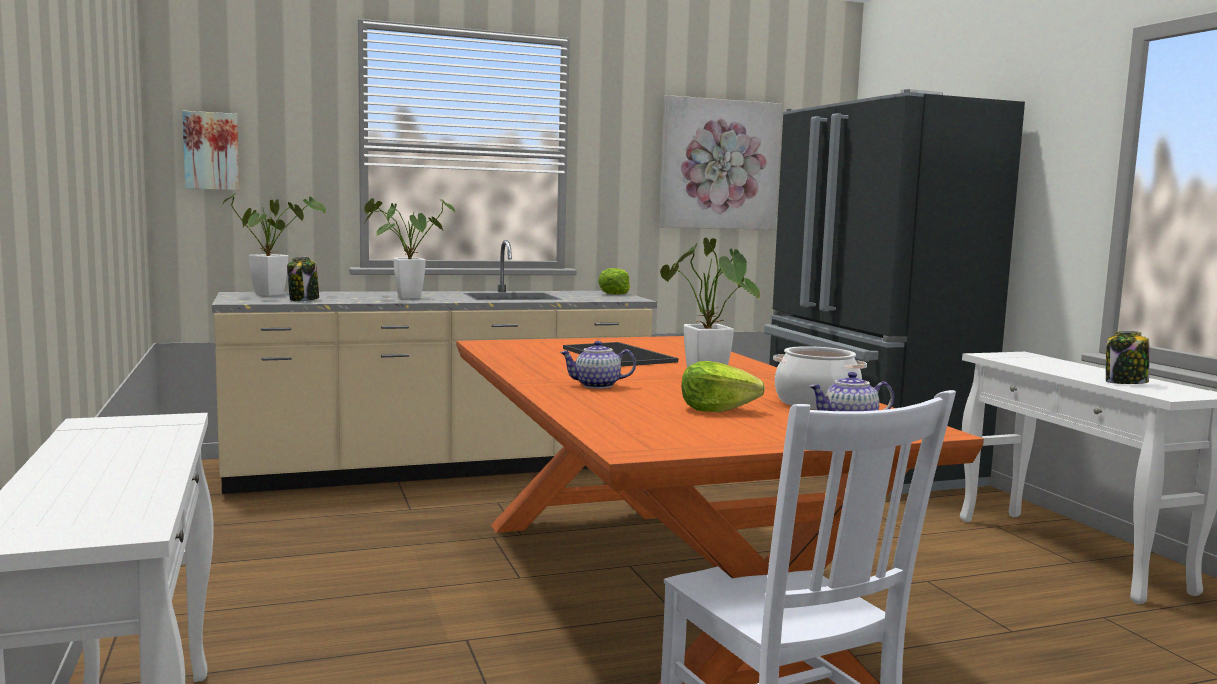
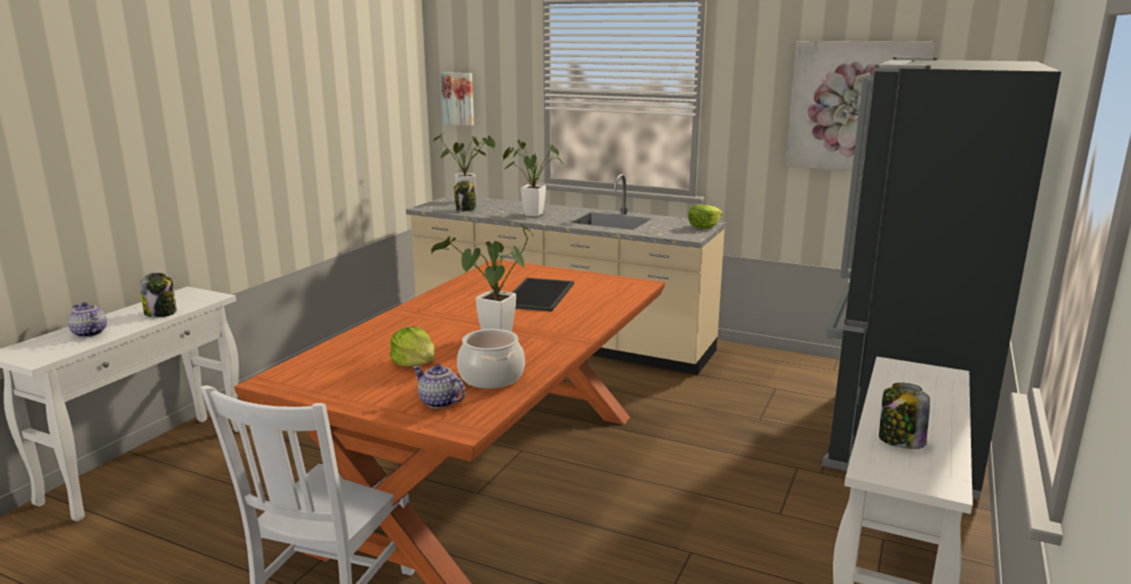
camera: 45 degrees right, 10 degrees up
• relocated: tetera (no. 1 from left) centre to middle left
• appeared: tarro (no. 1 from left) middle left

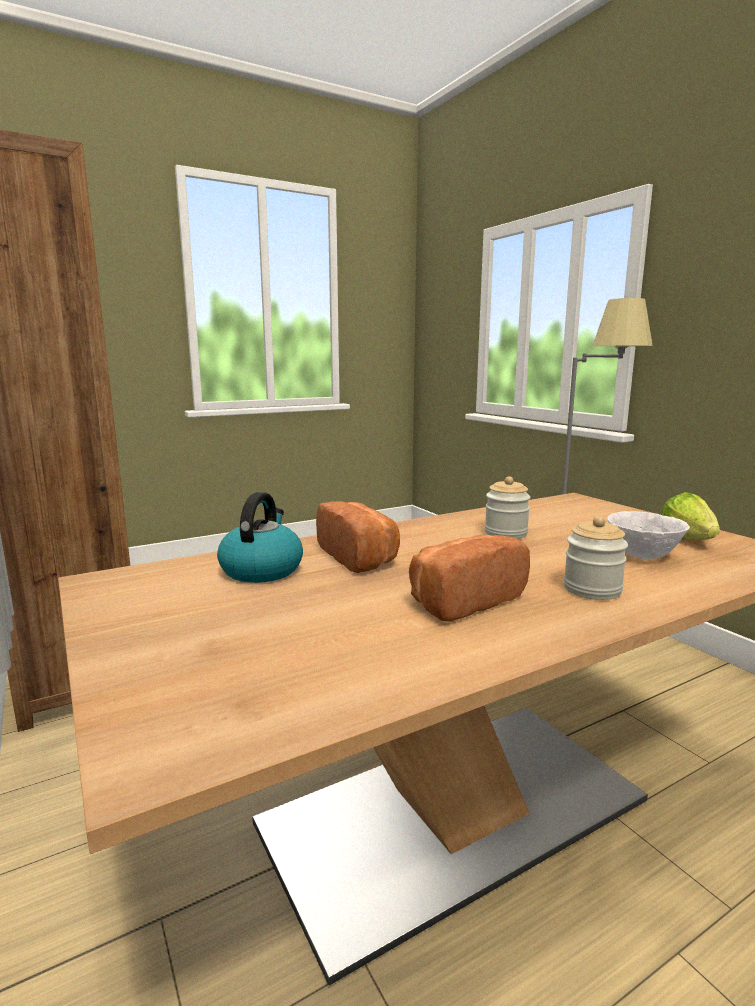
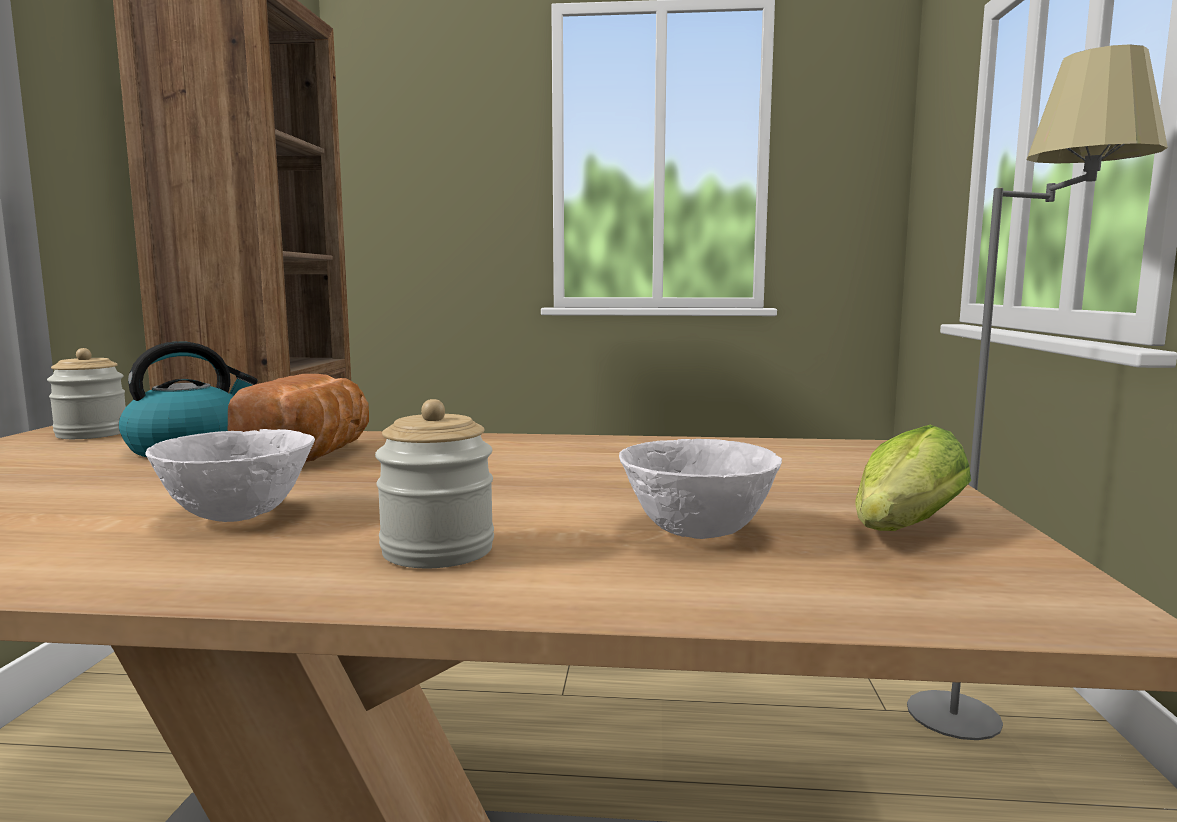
camera: 35 degrees right, 5 degrees down
• exchanged: pan (no. 2 from left) centre to cuenco (blanco) (no. 1 from left) middle left
• relocated: tarro (no. 1 from left) middle right to middle left

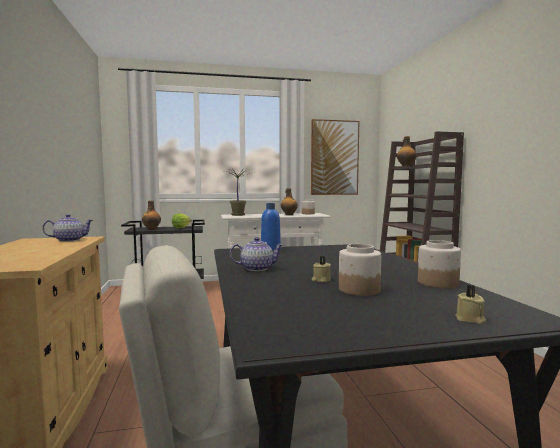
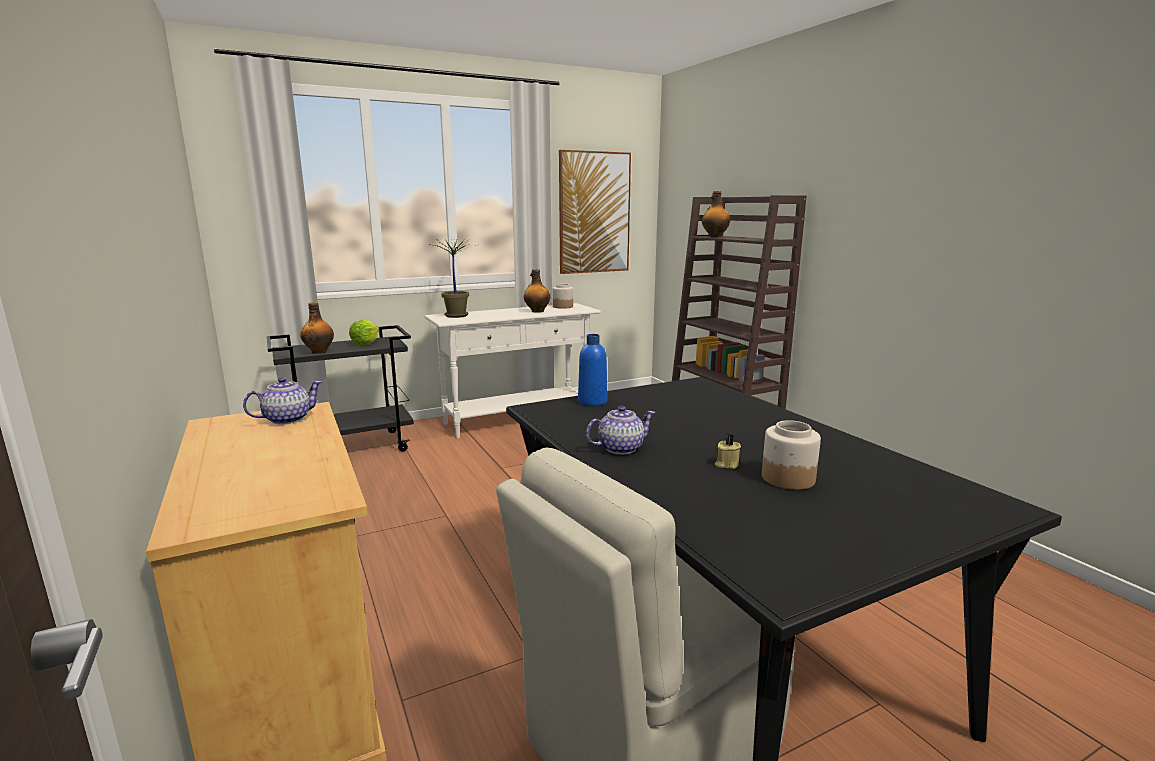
camera: 15 degrees left, 10 degrees up
• missing: tarro (no. 3 from left) middle right
• missing: vela (beis) (no. 2 from left) bottom right

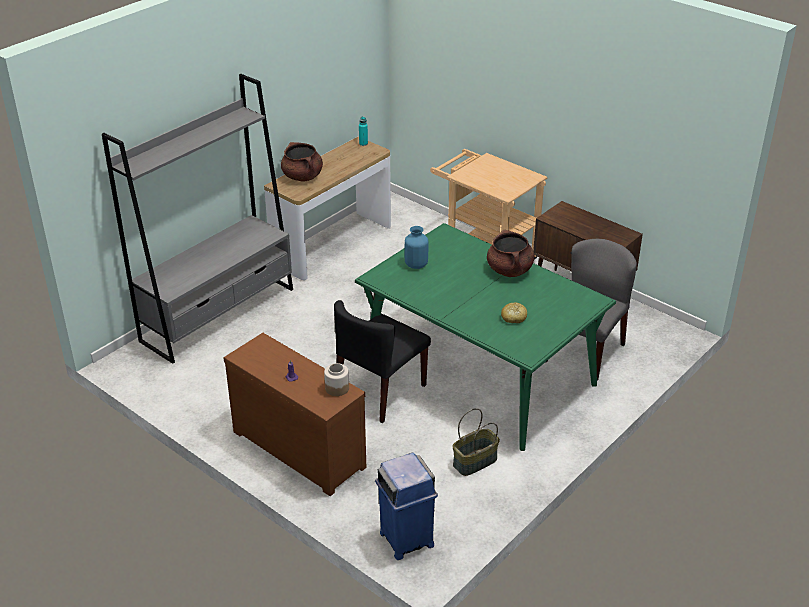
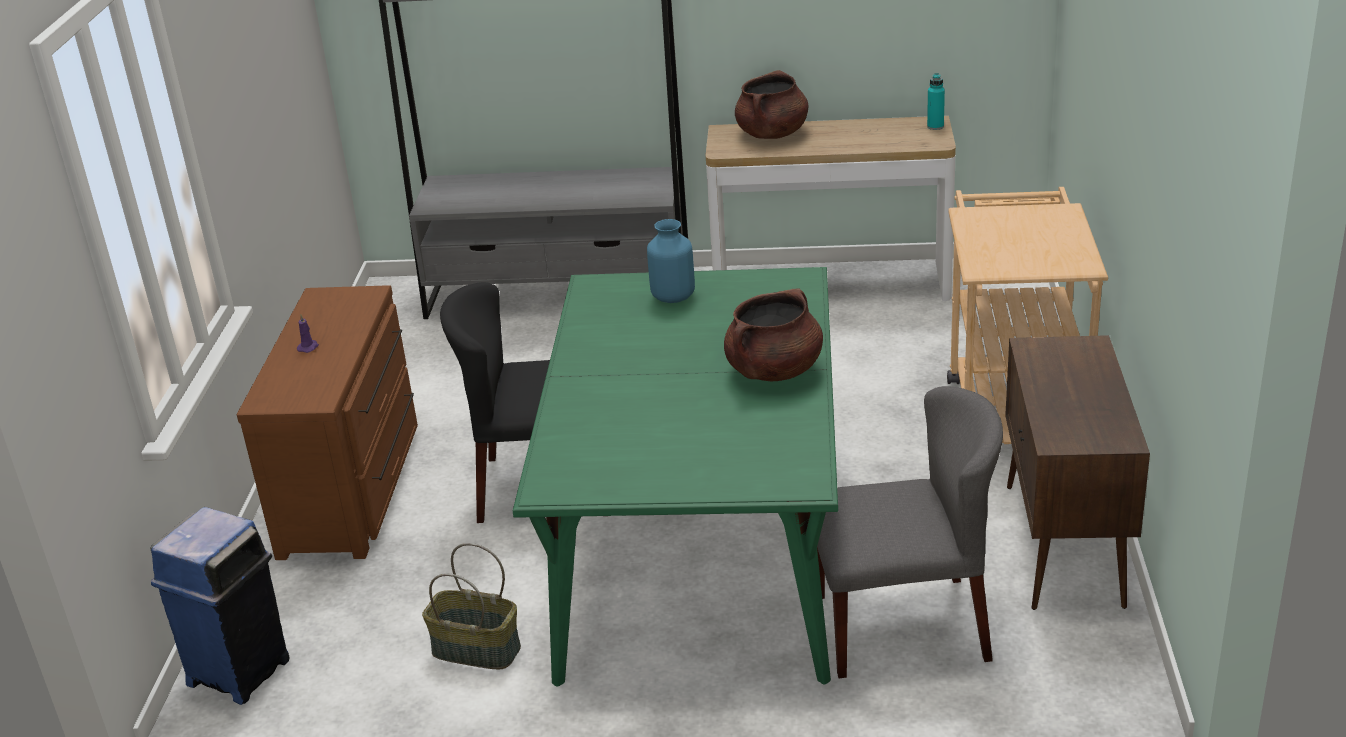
camera: 55 degrees right, 5 degrees down
• missing: tarro centre
• missing: pan centre

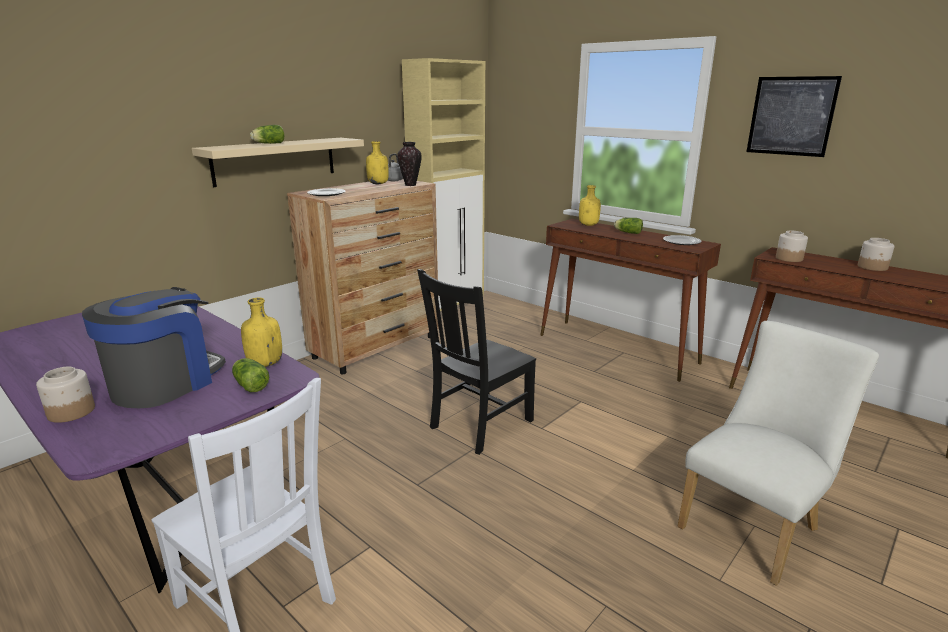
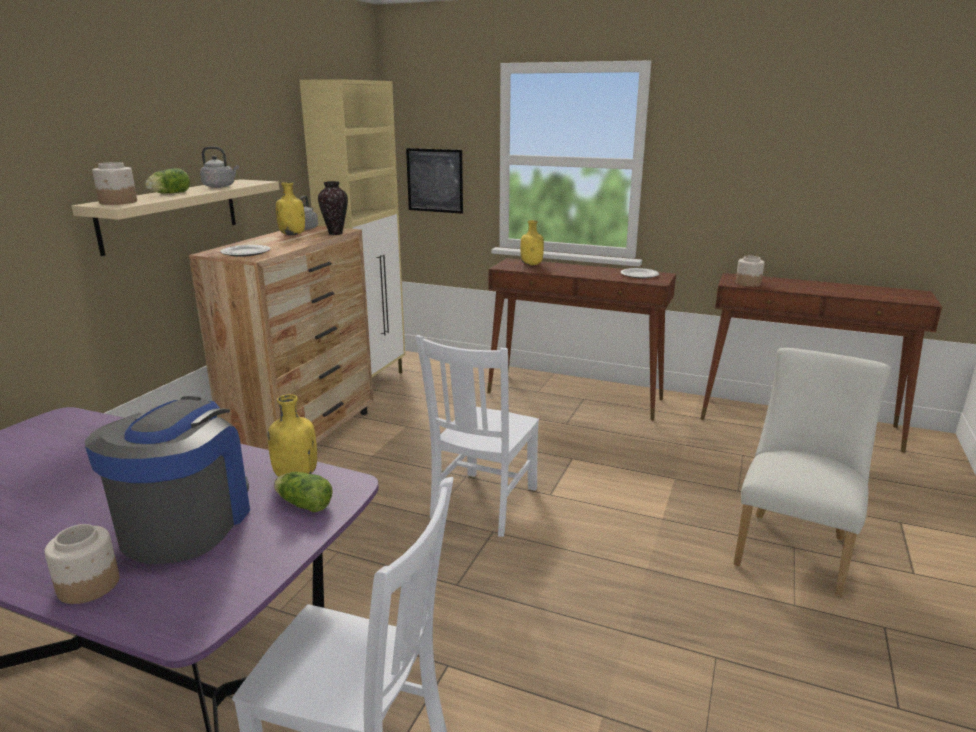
camera: 20 degrees left, 0 degrees up
• colour: silla (negro) centre to silla (blanco) (no. 2 from left) centre
• missing: lechuga (no. 3 from left) centre
• relocated: cuadro top right to top centre
• relocated: tarro (no. 3 from left in the first image) middle right to tarro (no. 2 from left) top left
• appeared: hervidor (gris) (no. 1 from left) top left

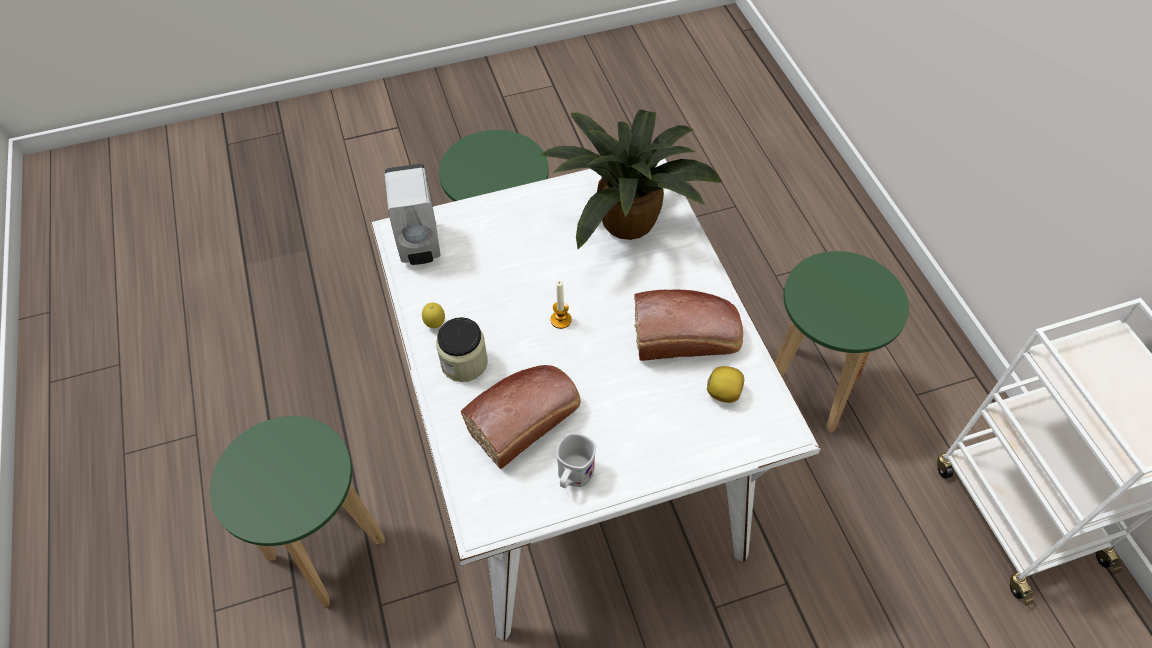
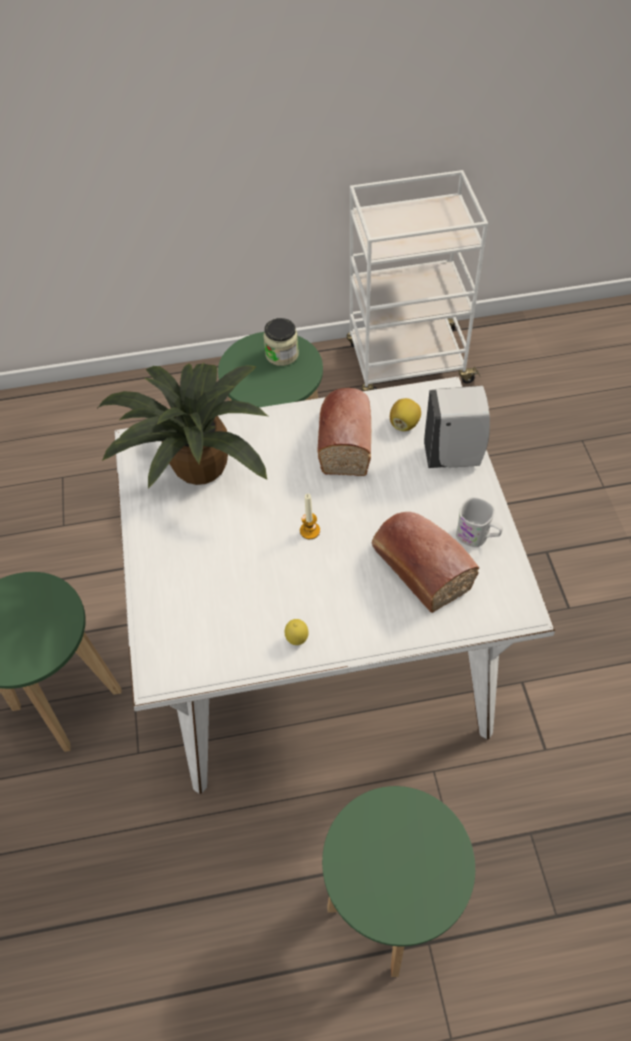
camera: 80 degrees left, 0 degrees up
• relocated: dispensador de jabón (blanco) top centre to middle right
• relocated: tarro centre to top centre

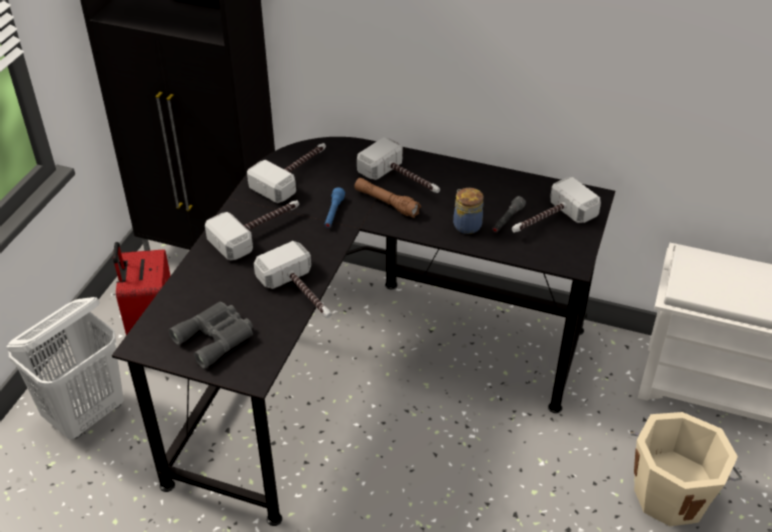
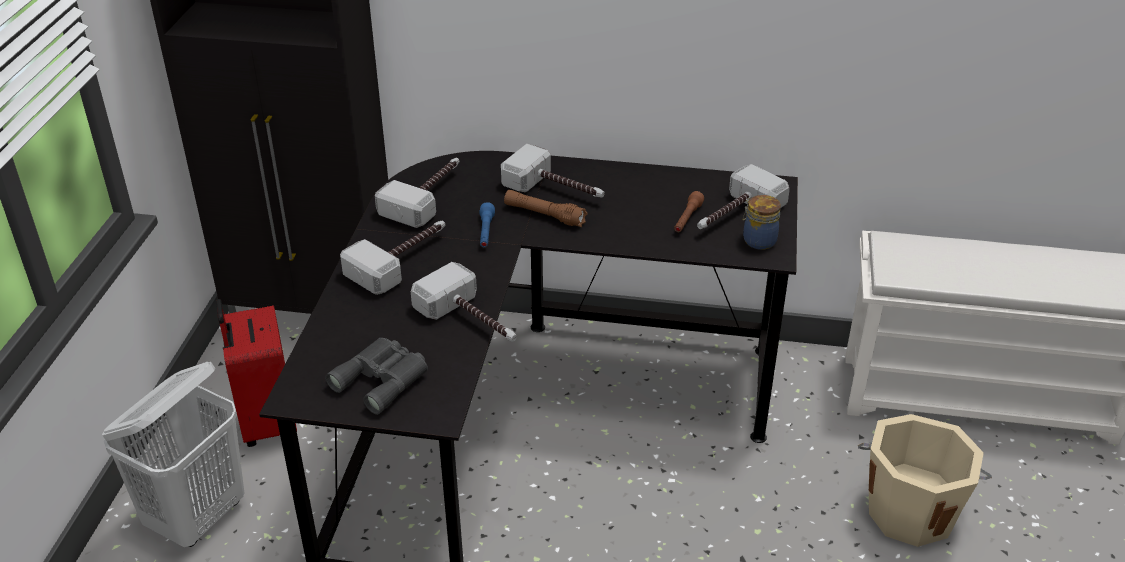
camera: 10 degrees left, 5 degrees down
• relocated: tarro centre to middle right
• colour: linterna (gris) centre to linterna (marrón) (no. 2 from left) centre

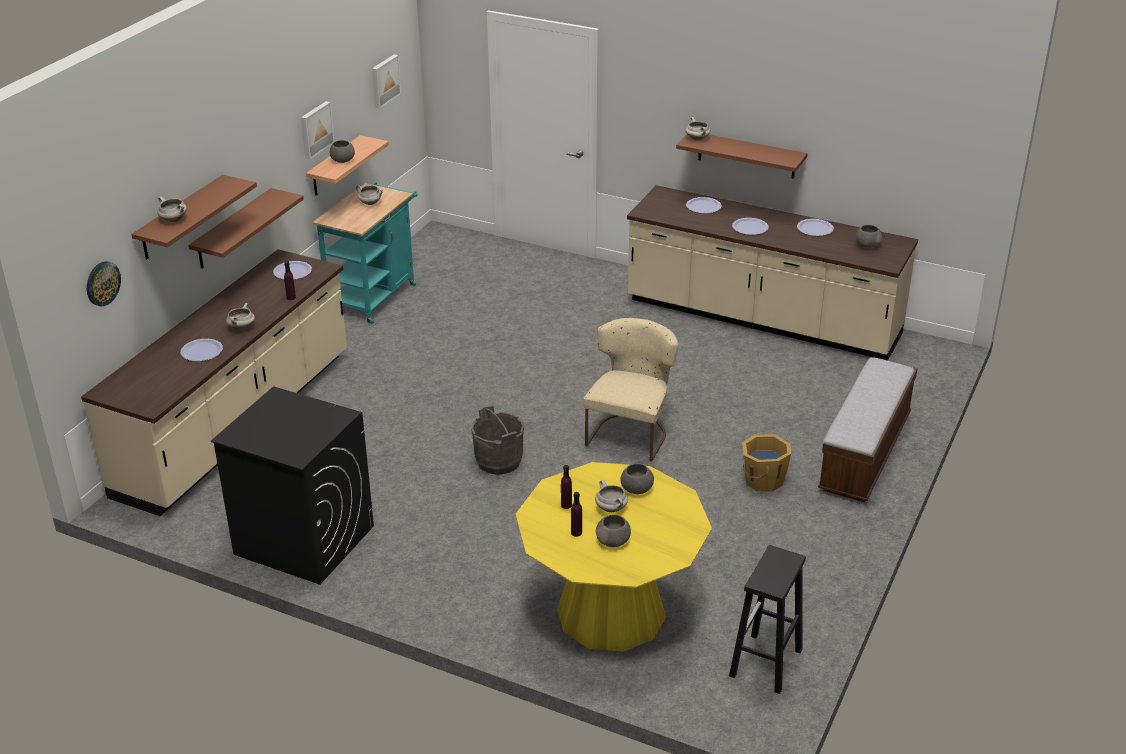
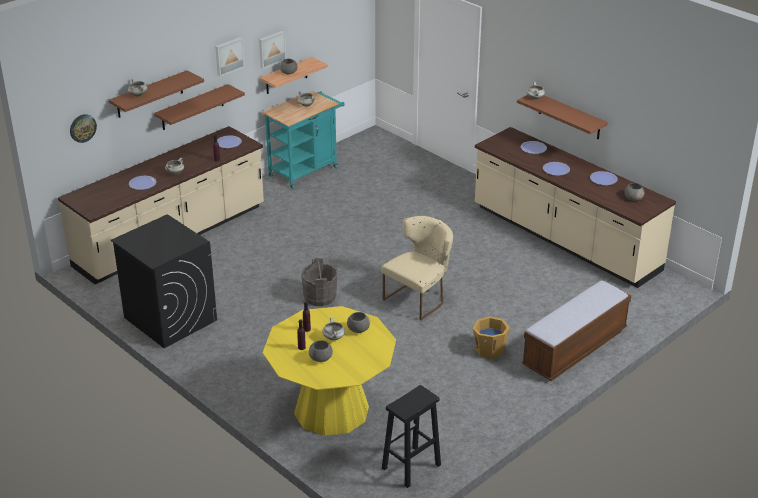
camera: 20 degrees right, 0 degrees up
• relocated: cuadro (no. 2 from left in the first image) top centre to cuadro (no. 1 from left) top left

